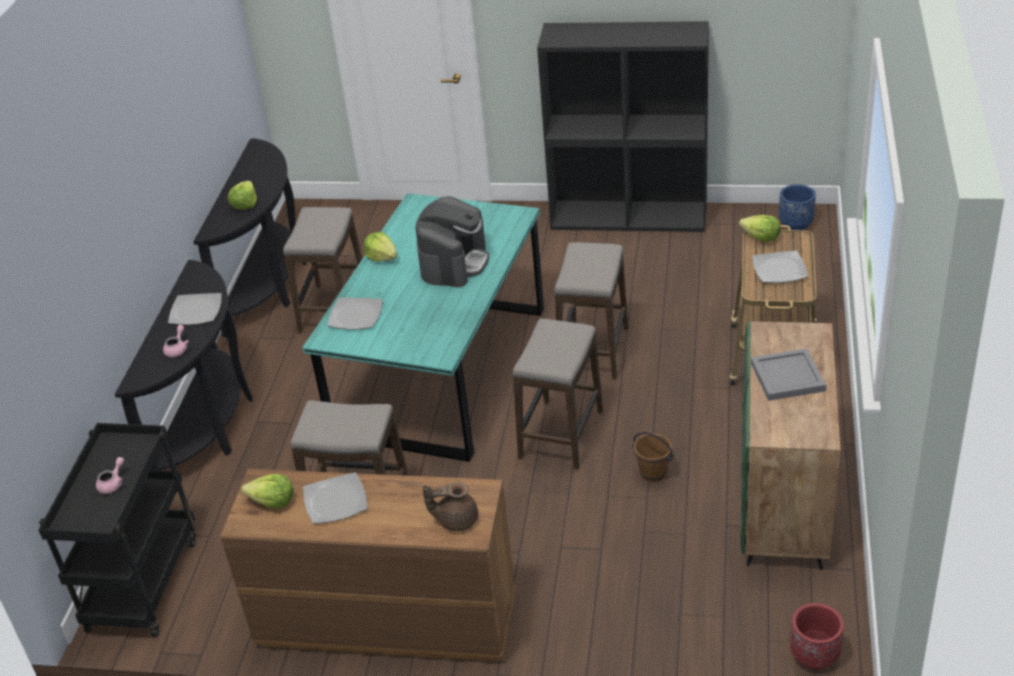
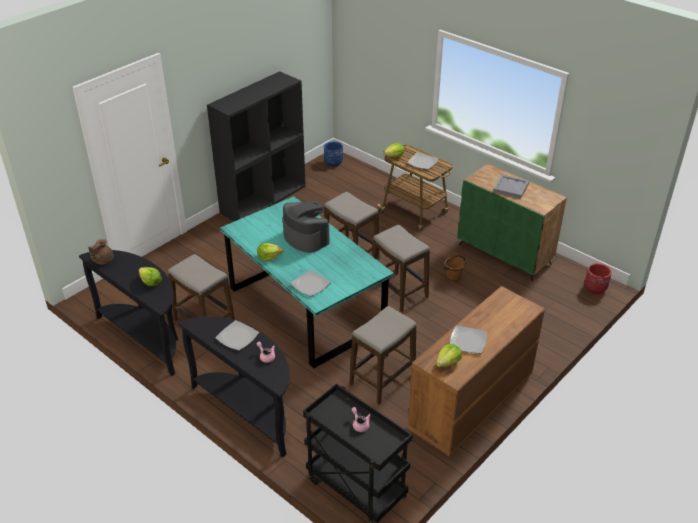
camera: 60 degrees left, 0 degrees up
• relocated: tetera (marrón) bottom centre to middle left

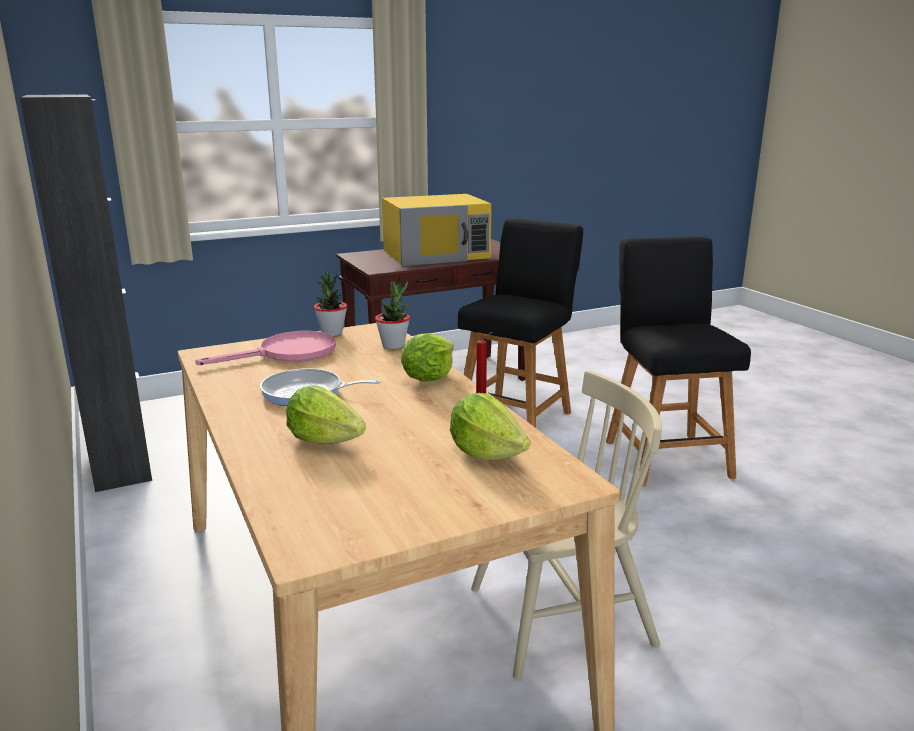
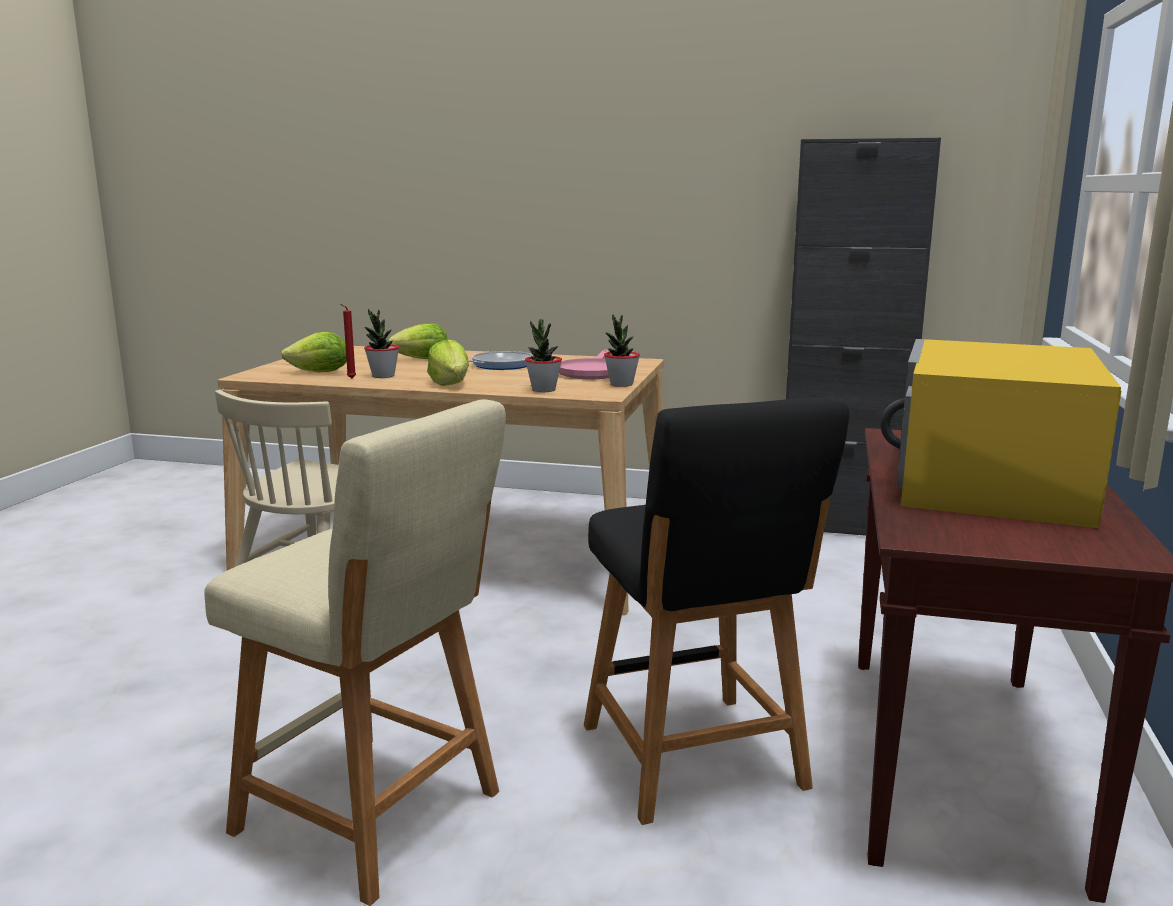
camera: 130 degrees right, 5 degrees down
• colour: taburete (negro) (no. 2 from left) middle right to taburete (beis) bottom left
• appeared: planta en maceta (no. 1 from left) middle left

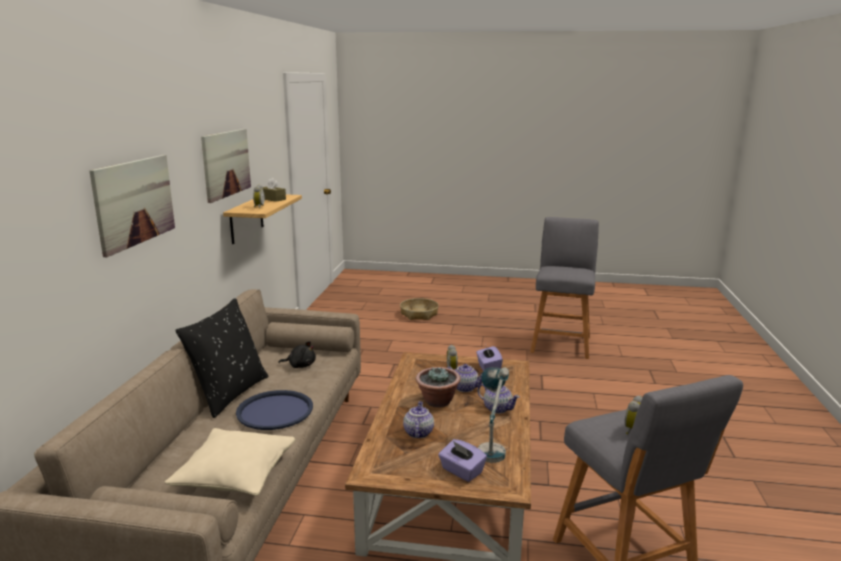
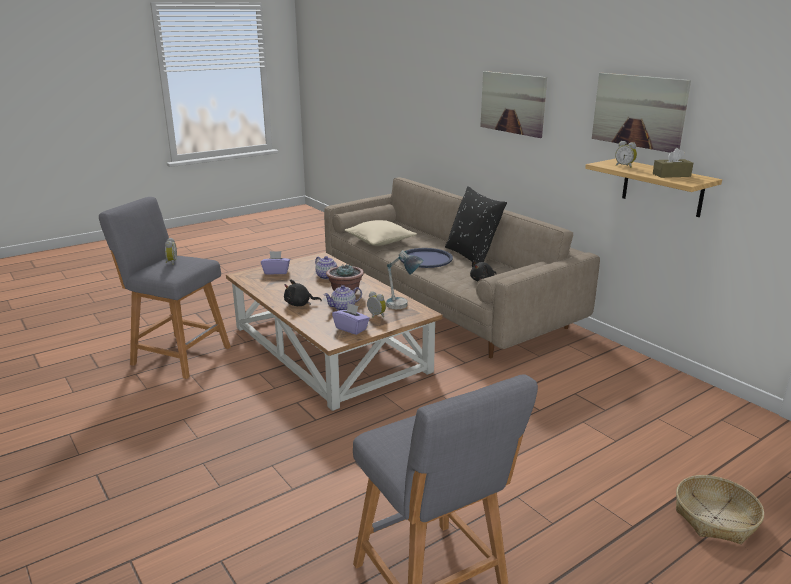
camera: 135 degrees right, 5 degrees up
• exchanged: tetera (no. 3 from left) bottom centre to peluche (negro) (no. 1 from left) centre
• relocated: lámpara de mesa bottom centre to centre

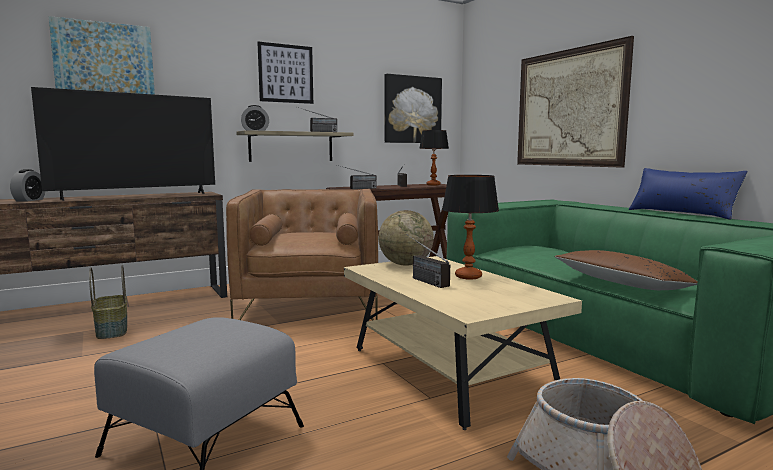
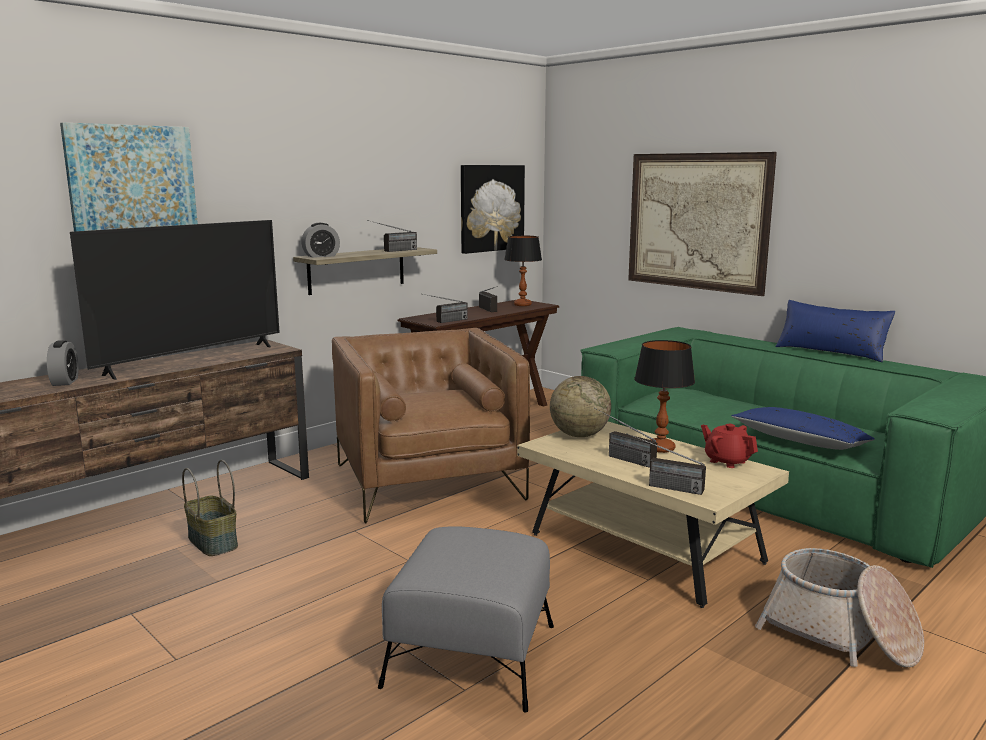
camera: 15 degrees left, 5 degrees up
• missing: cuadro (no. 2 from left) top centre
• colour: cojín (marrón) middle right to cojín (azul) (no. 1 from left) middle right
• appeared: radio (no. 5 from left) middle right
• appeared: tetera (rojo) middle right

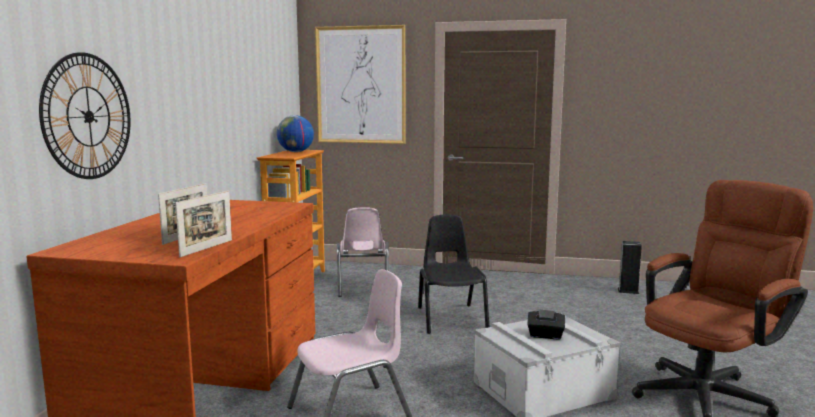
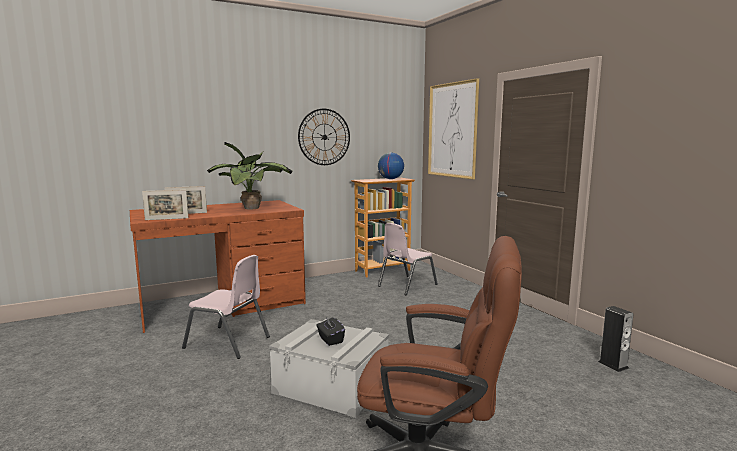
camera: 50 degrees right, 0 degrees up
• relocated: reloj de pared top left to top centre
• missing: silla (negro) centre
• appeared: planta en maceta centre

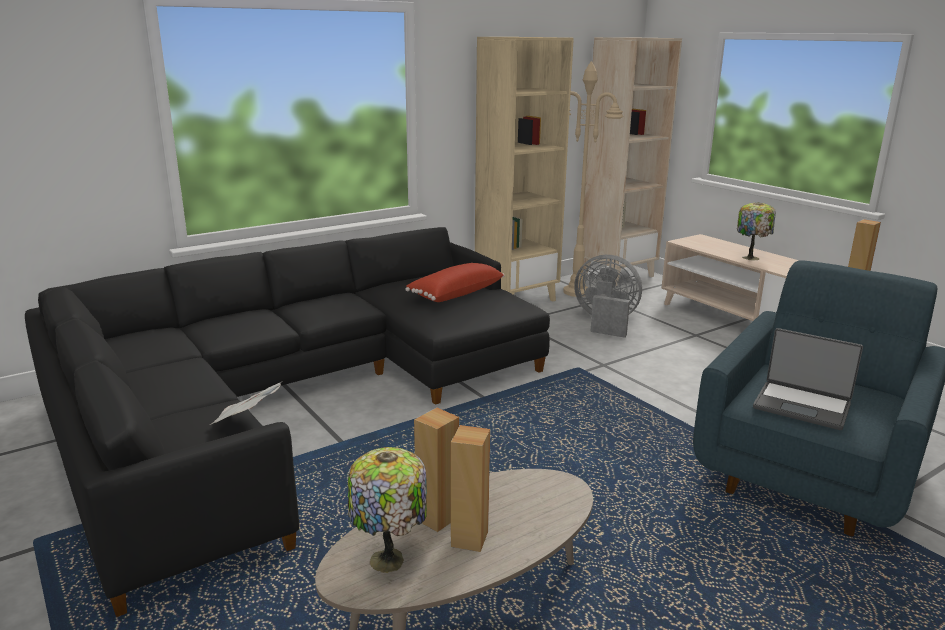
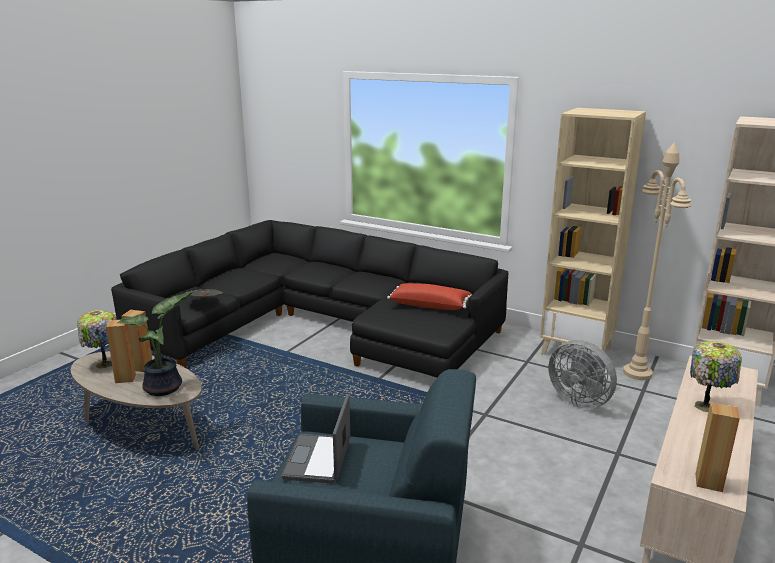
camera: 65 degrees right, 0 degrees up
• spun: ventilador (gris) centre = middle right 135 degrees clockwise
• appeared: planta en maceta middle left

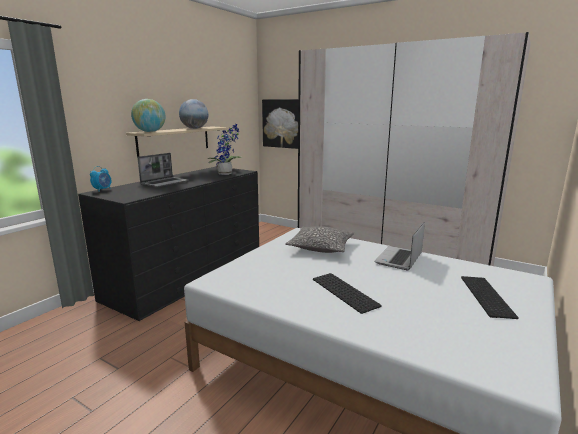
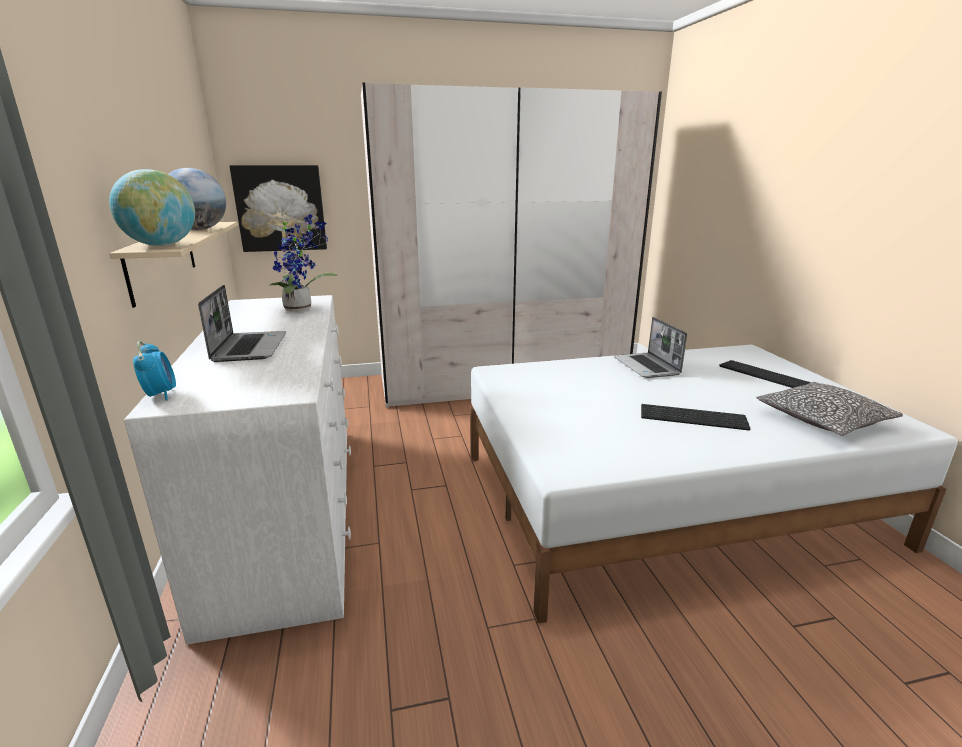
camera: 45 degrees left, 5 degrees up
• colour: cómoda (negro) middle left to cómoda (blanco) middle left
• relocated: cojín centre to middle right

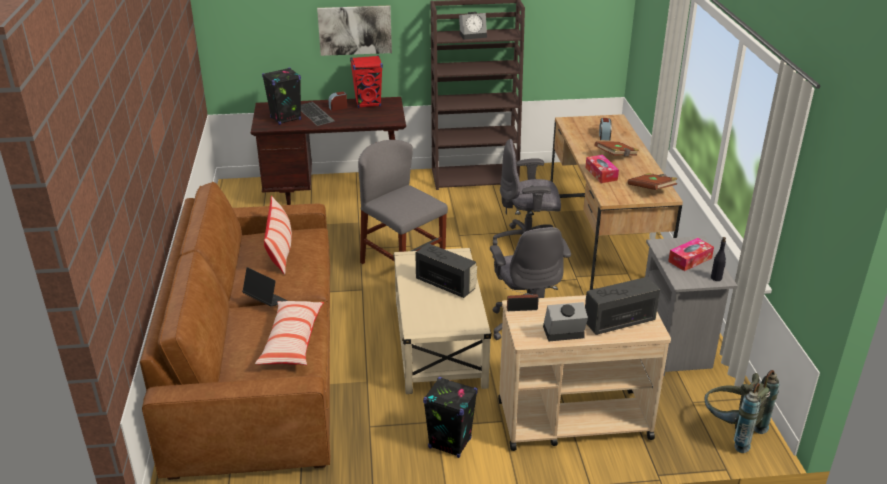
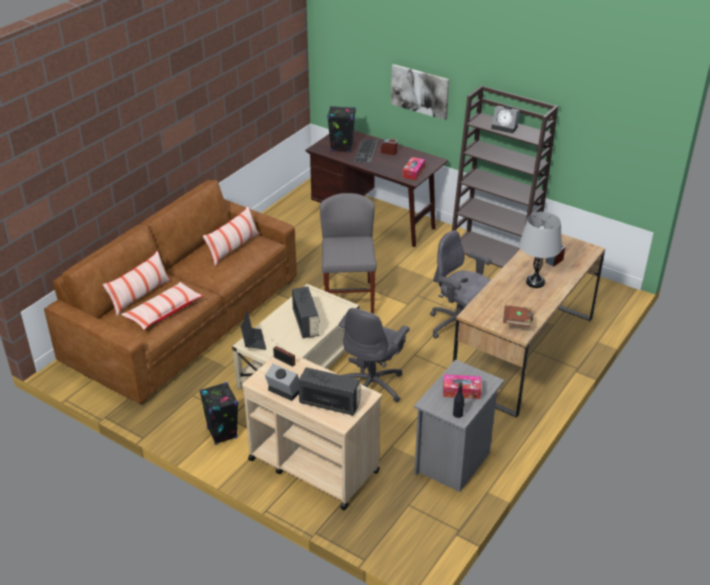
camera: 40 degrees right, 5 degrees up
• relocated: portátil middle left to centre
• missing: altavoz (rojo) top centre
• relocated: caja de pañuelos (no. 1 from left) middle right to top centre
• exchanged: libro (marrón) (no. 1 from left) top right to lámpara de mesa (gris) middle right
• missing: mochila (gris) bottom right
• appeared: cojín (no. 1 from left) middle left

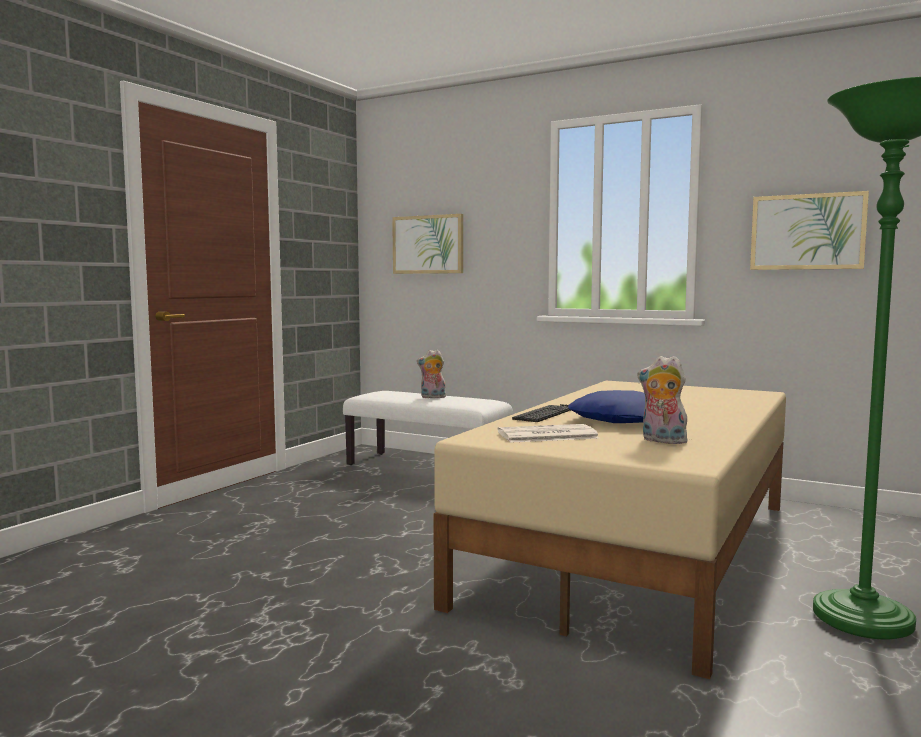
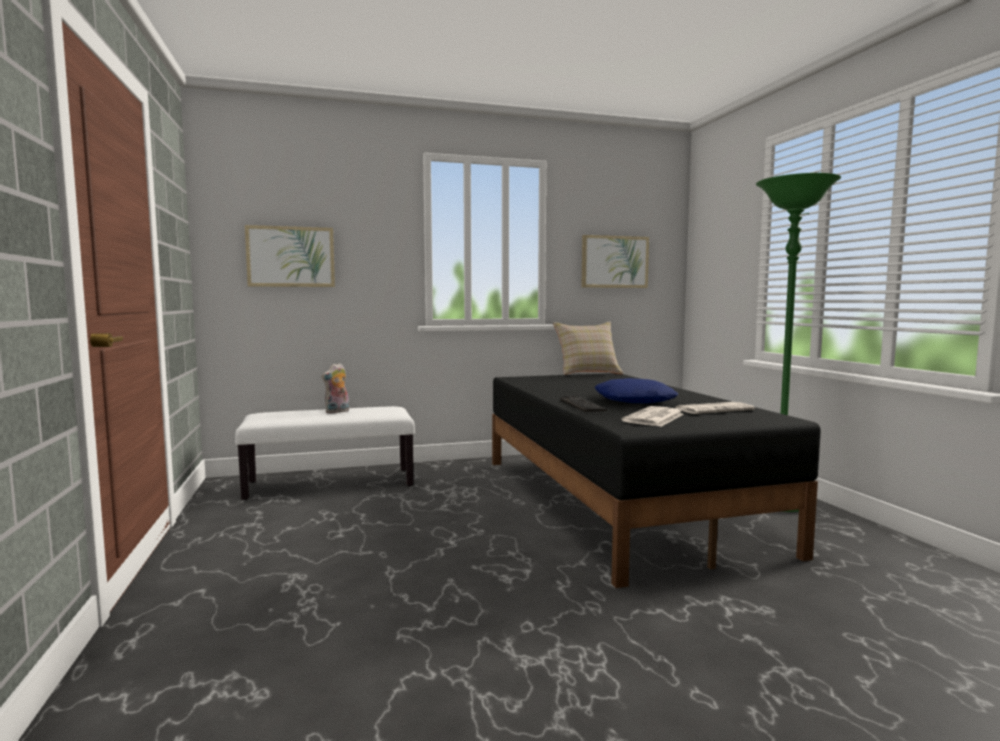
camera: 45 degrees left, 0 degrees up
• colour: cama (beis) bottom centre to cama (negro) centre
• exchanged: peluche (no. 2 from left) middle right to periódico (no. 2 from left) middle right
• appeared: cojín (beis) centre

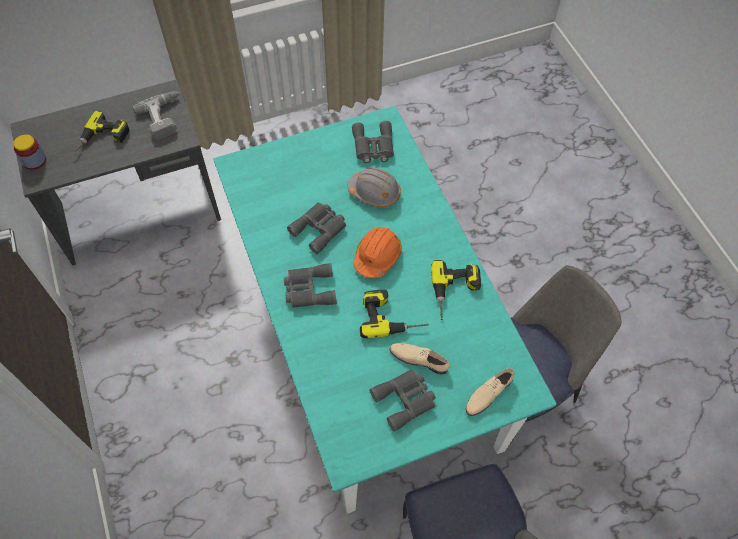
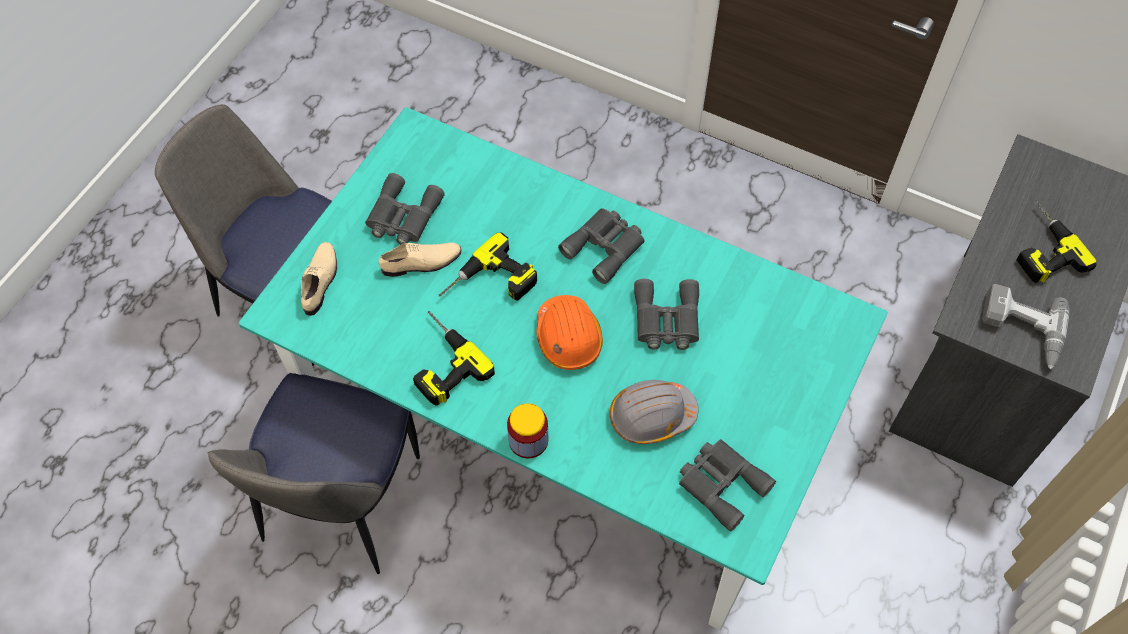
camera: 140 degrees right, 0 degrees up
• relocated: tarro top left to bottom centre

